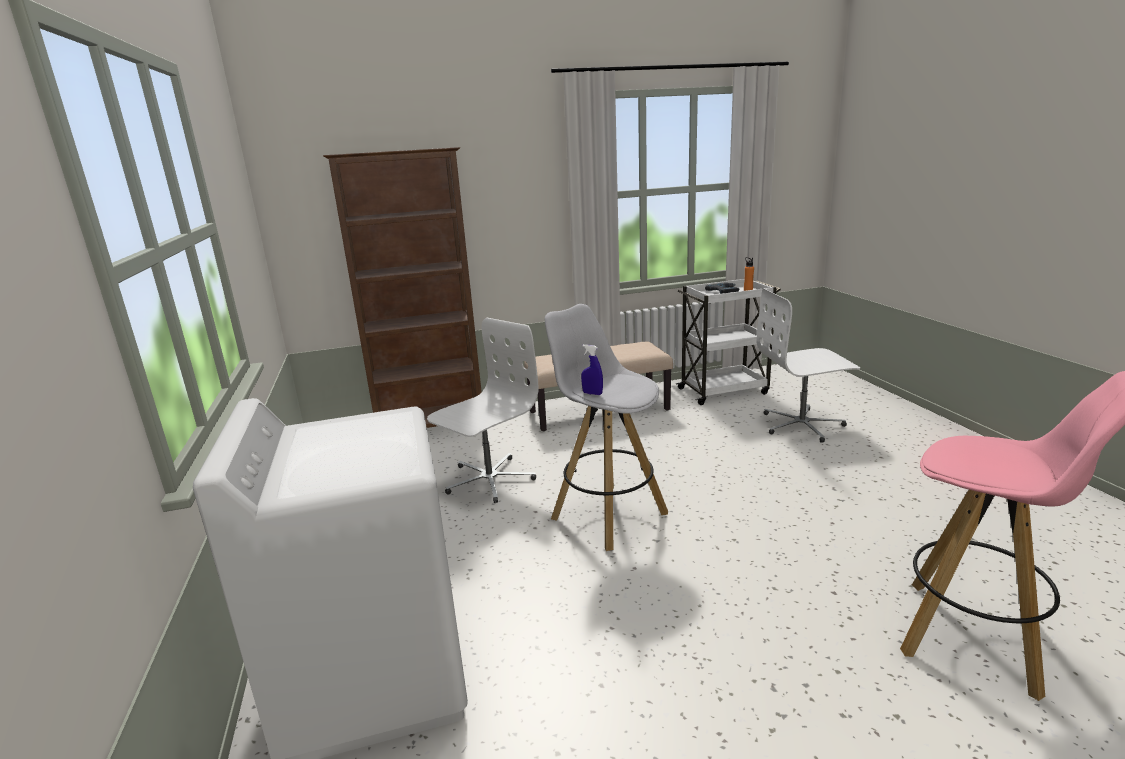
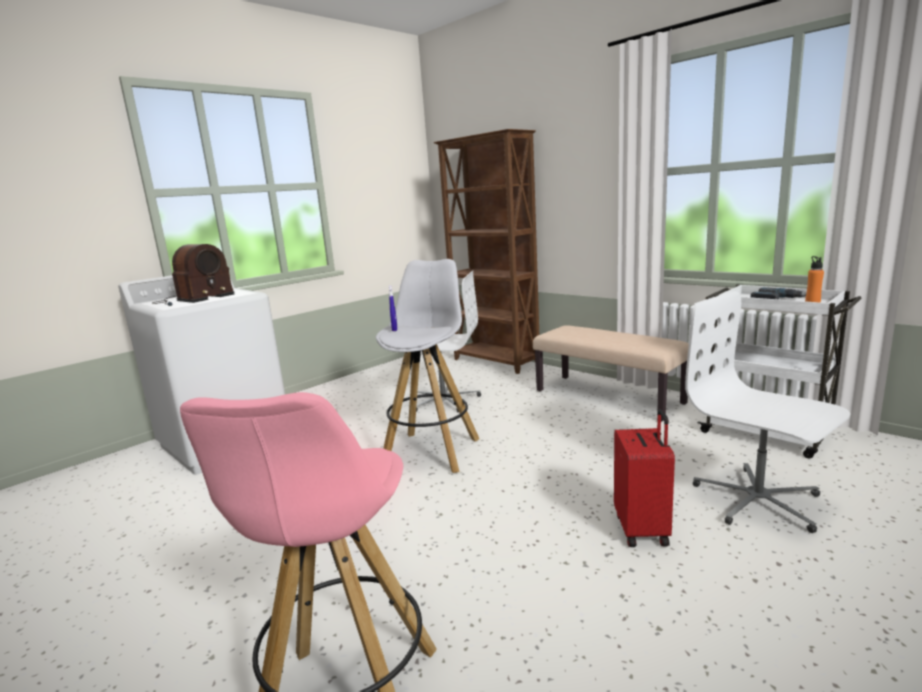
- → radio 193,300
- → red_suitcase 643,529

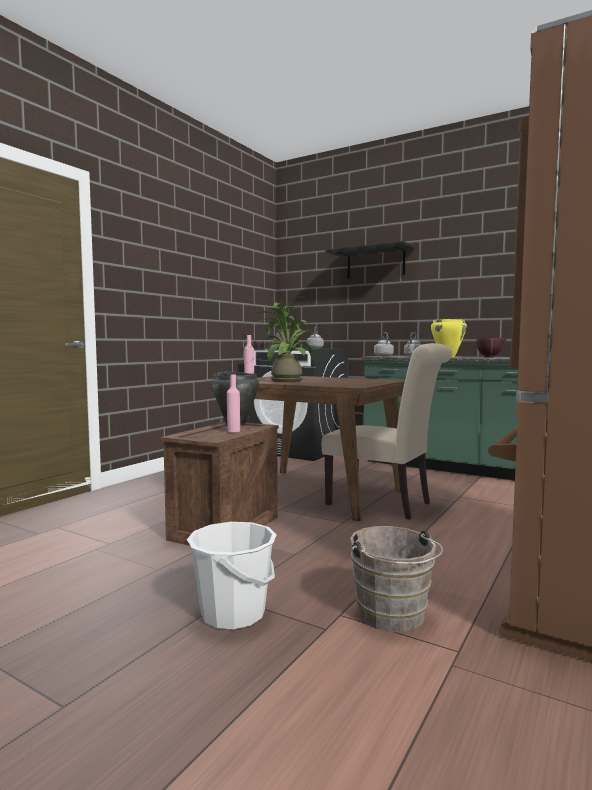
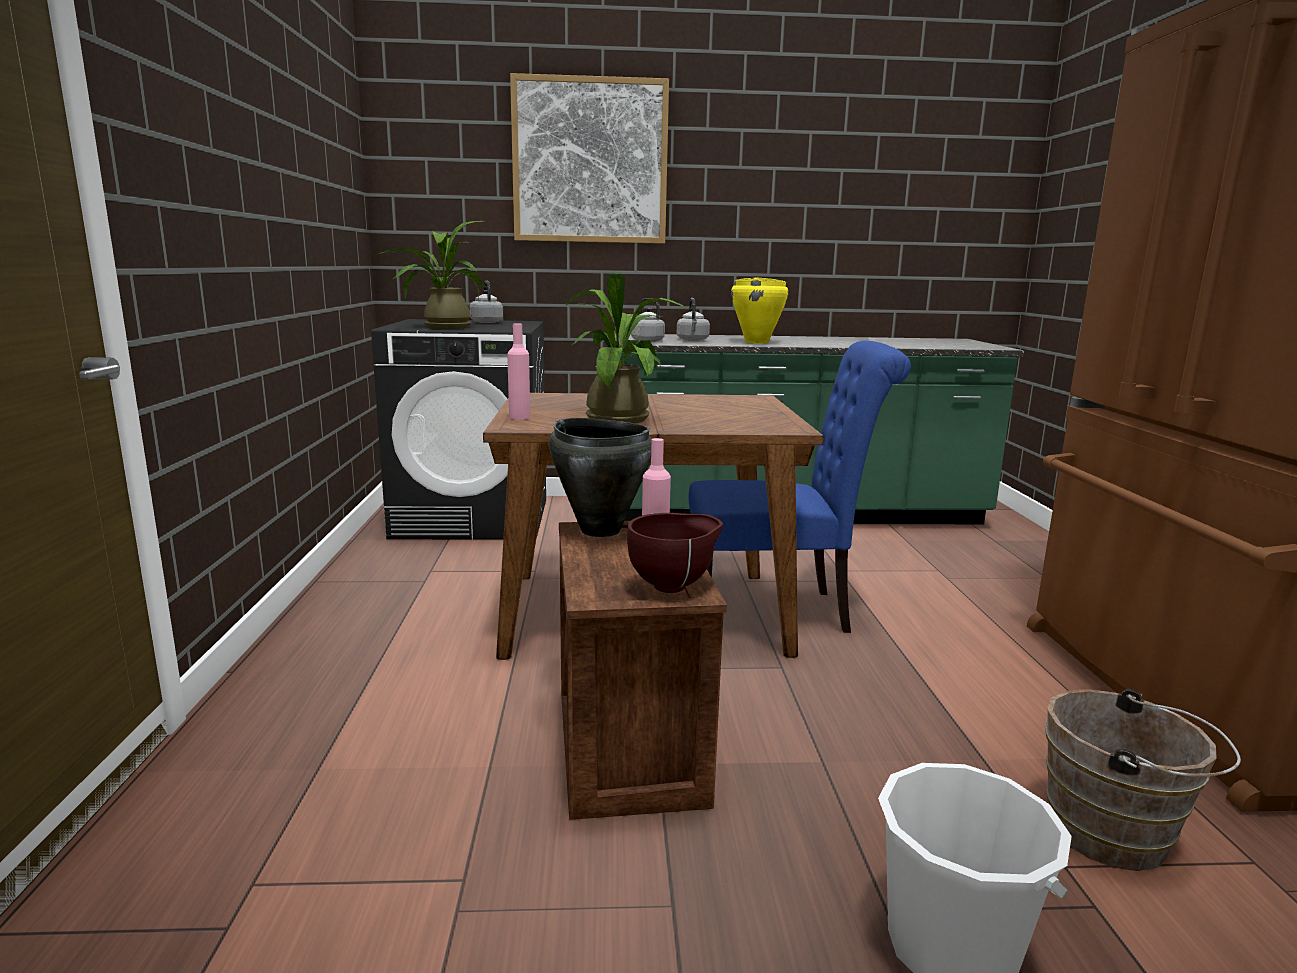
black_shelf 375,263 → picture 590,161
brown_bowl 491,357 → brown_bowl 674,586, shifted
beige_chair 385,504 → blue_chair 778,611

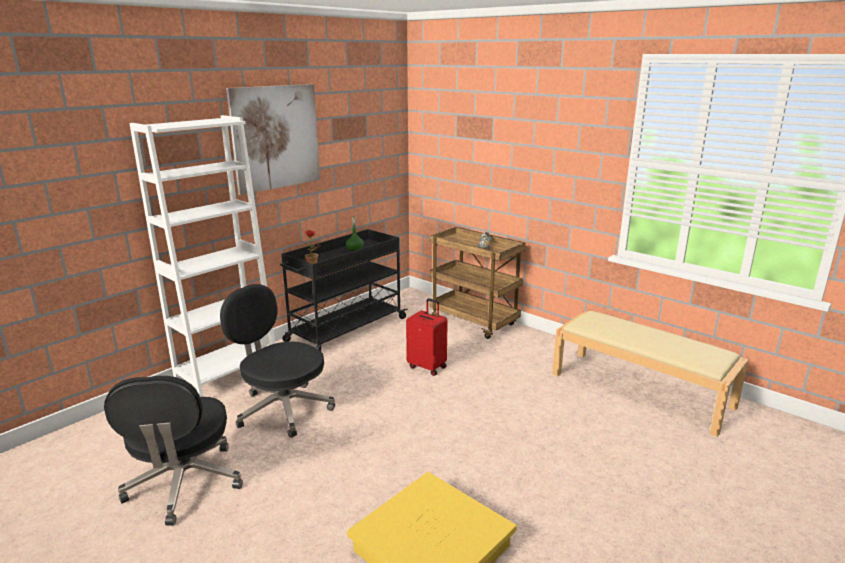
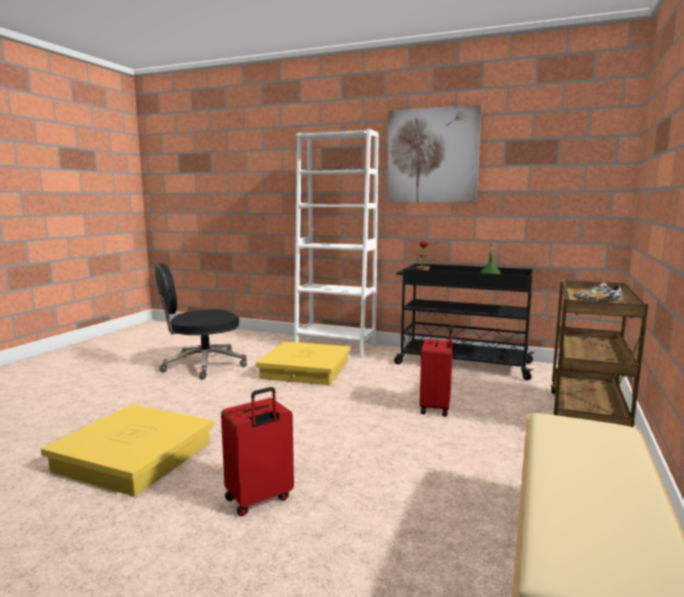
- → red_suitcase 259,499
black_office_chair 282,409 → yellow_storage_box 306,369

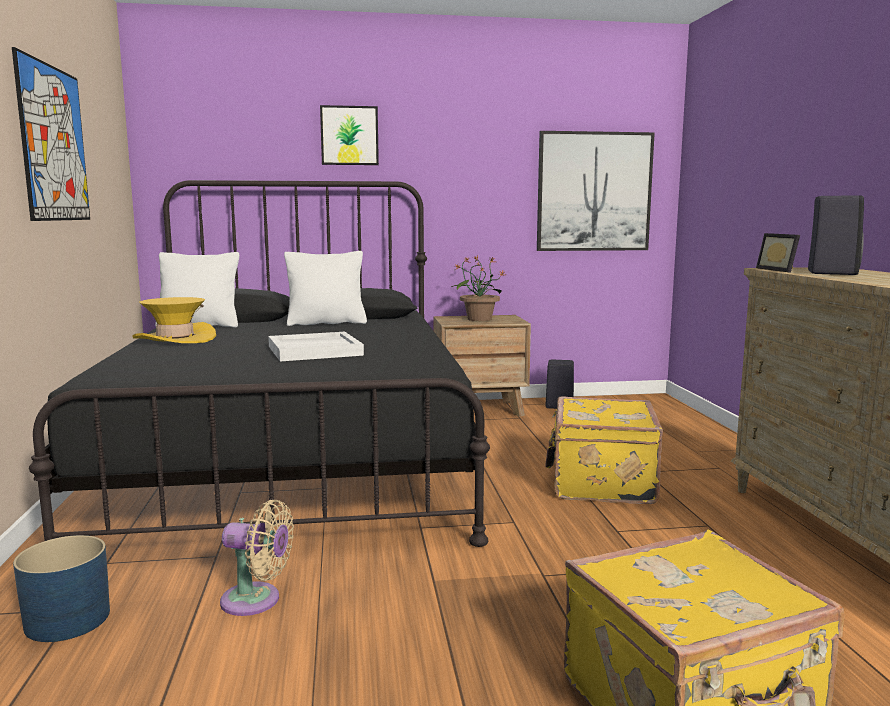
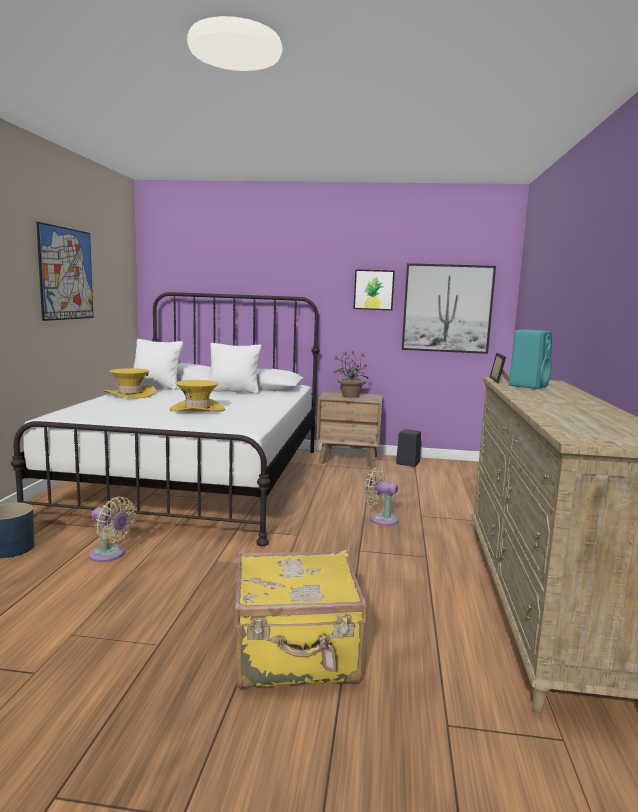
black_bed 293,463 → white_bed 197,480
white_tray 315,350 → yellow_hat 197,409
picture 349,136 → picture 374,290, shifted
yellow_suitcase 600,483 → beige_fan 381,519
black_speaker 831,272 → turquoise_speaker 528,385

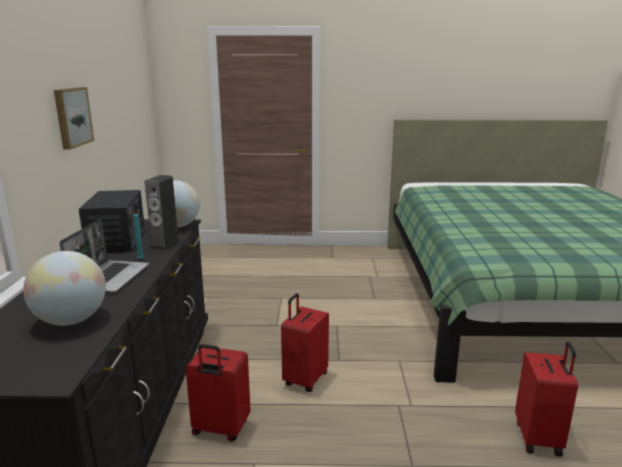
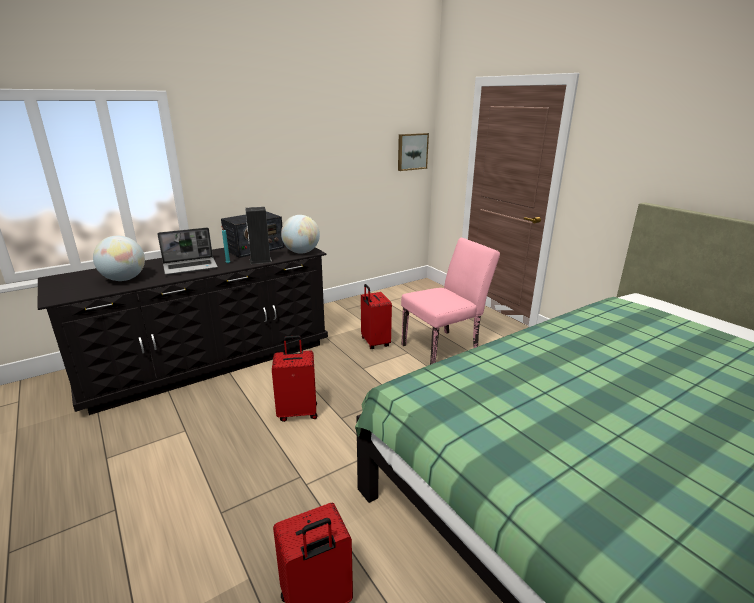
red_suitcase 220,429 → red_suitcase 374,343, shifted
picture 72,117 → picture 412,151, shifted
- → pink_chair 444,347

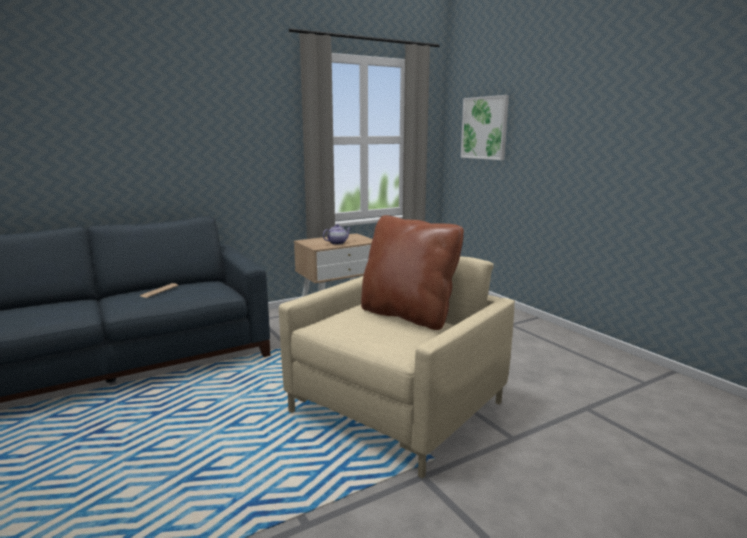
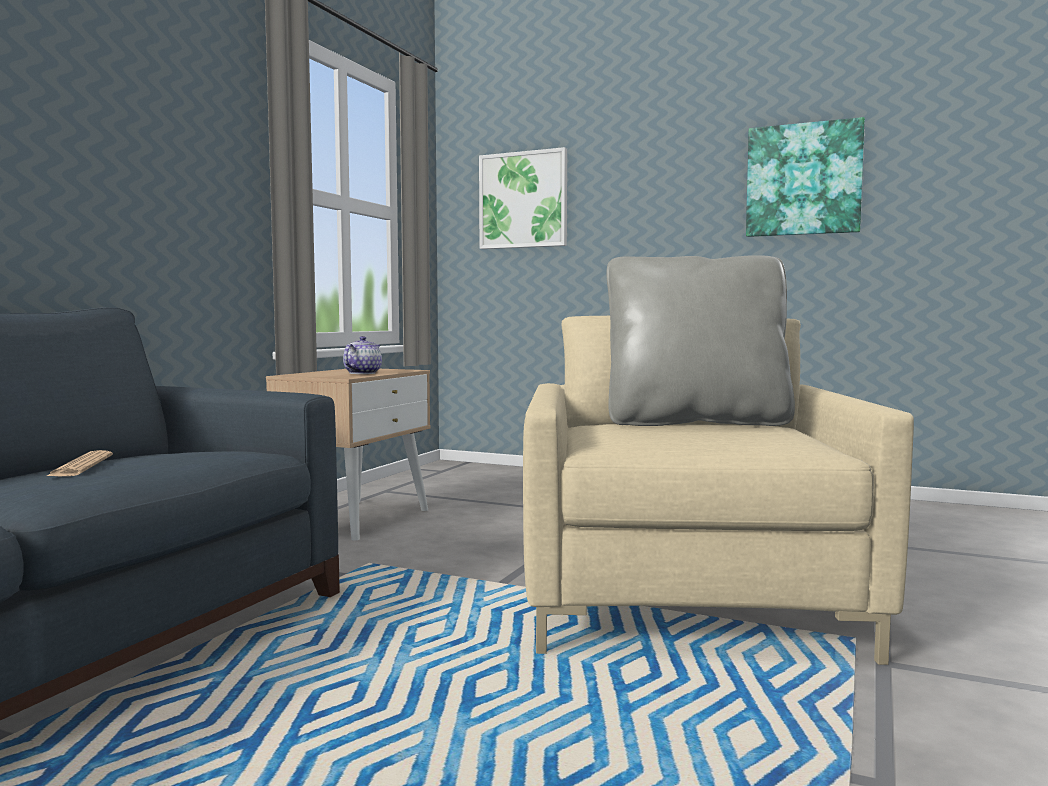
brown_pillow 408,315 → grey_pillow 695,422
- → picture 803,180

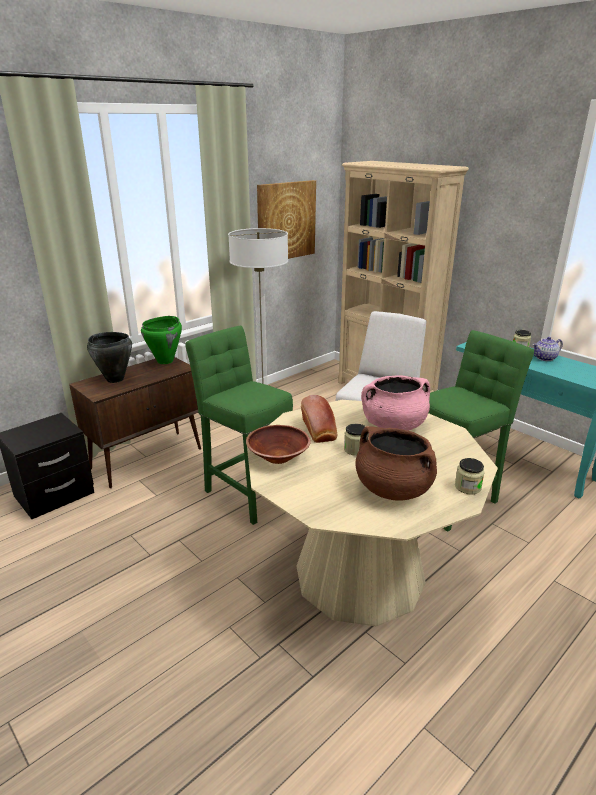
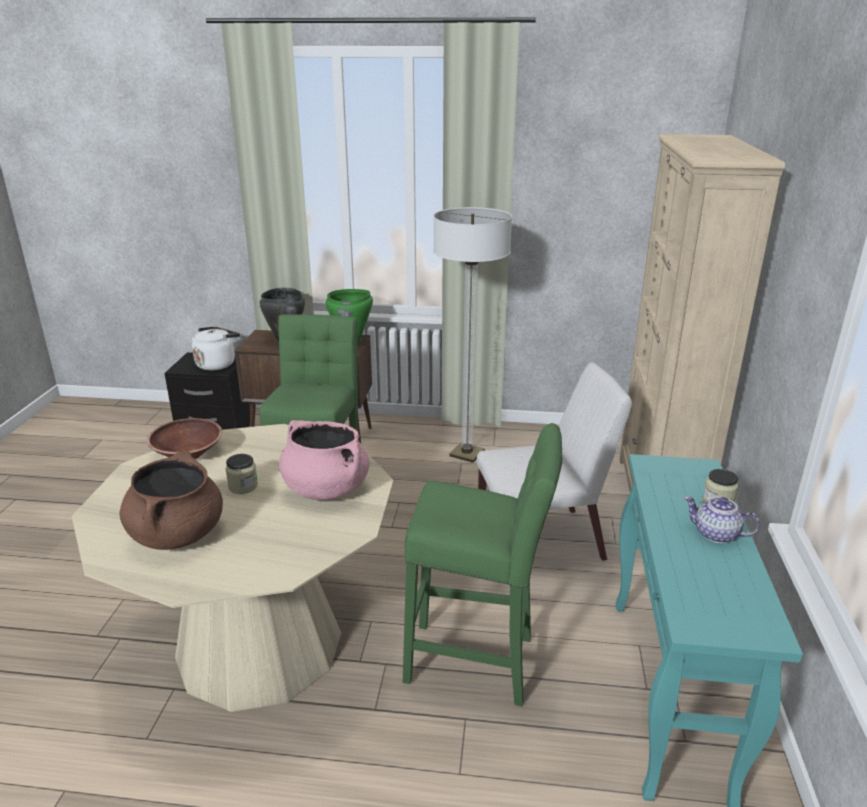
- → white_kettle 217,364
picture 286,221 → -
bread 319,430 → -
jar 467,487 → -

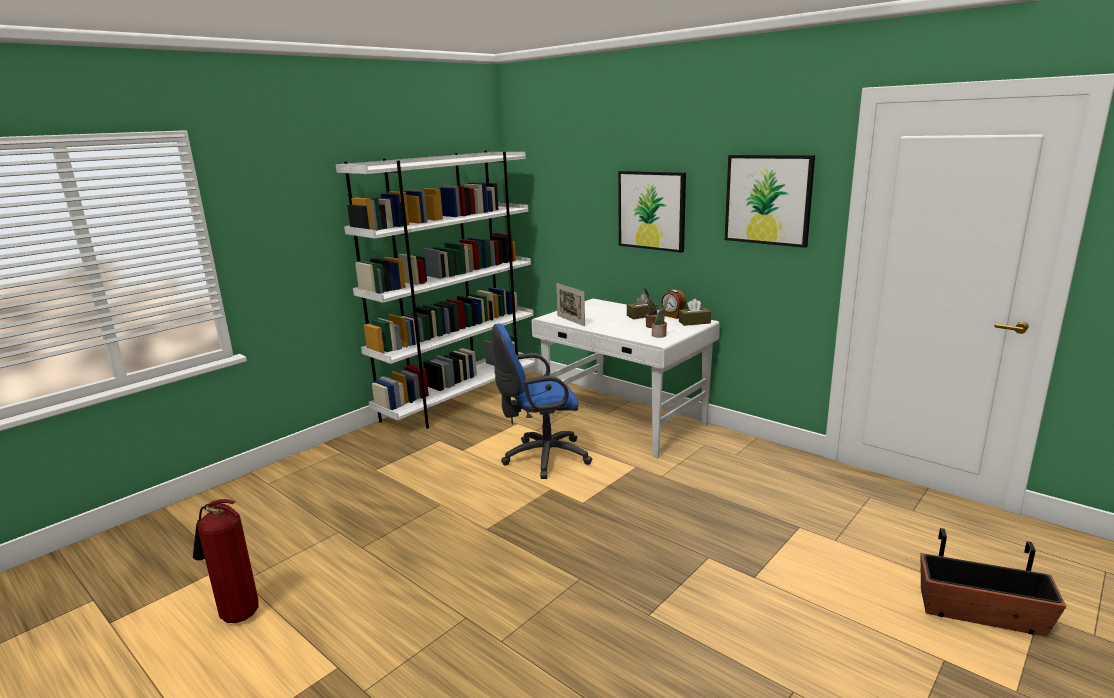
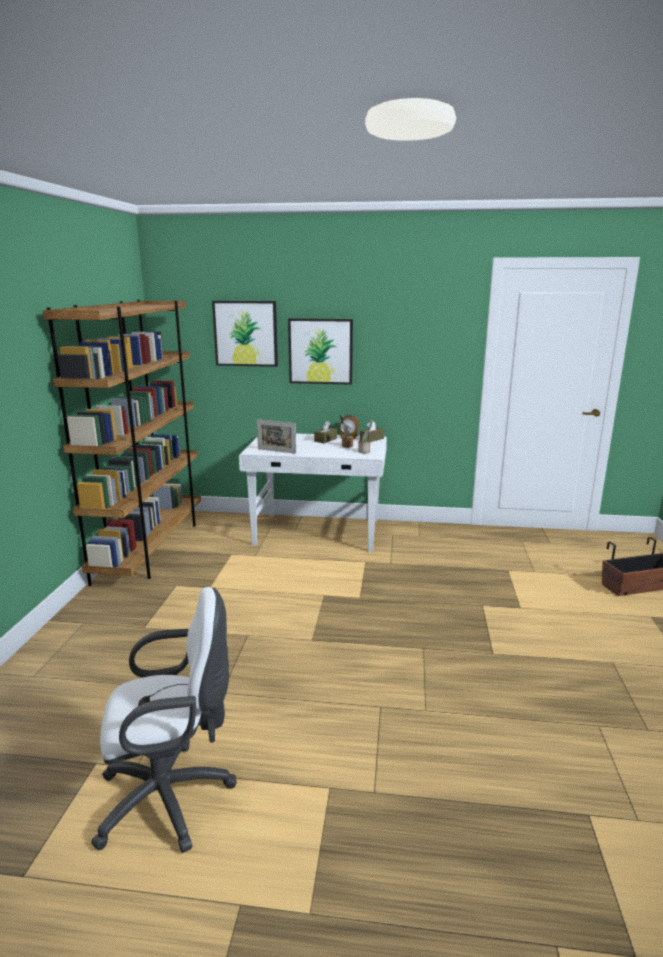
white_bookcase 460,400 → brown_bookcase 151,548
fire_extinguisher 236,615 → white_office_chair 172,797
picture 768,199 → picture 246,333, shifted
blue_office_chair 541,458 → -

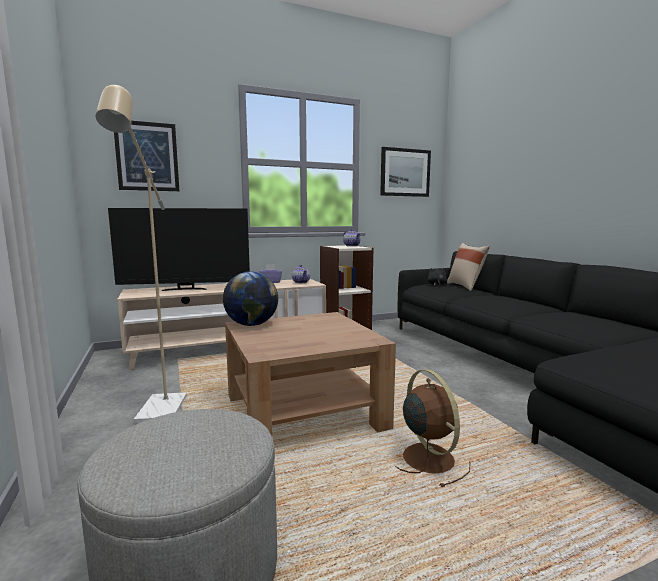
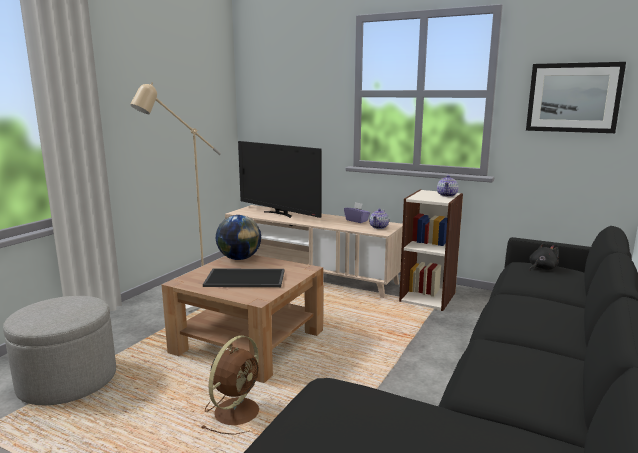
- → tray 246,278
picture 147,157 → -
beige_pillow 465,287 → -

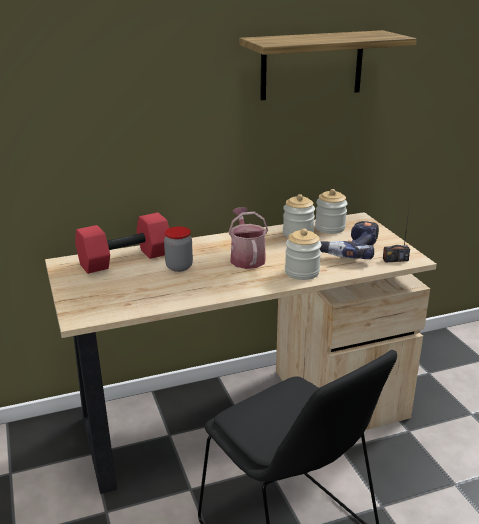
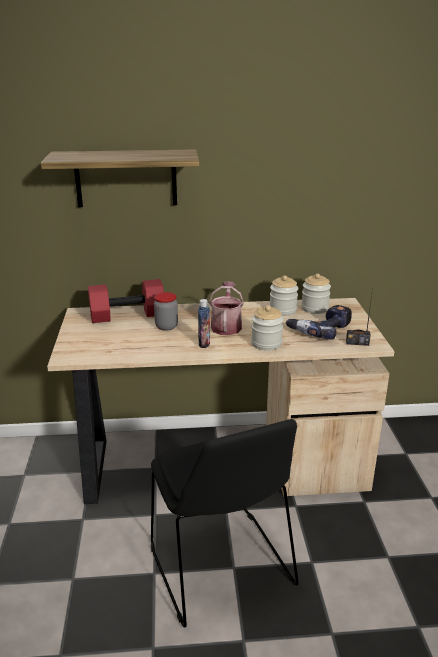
shelf 312,65 → shelf 126,178, shifted
- → bottle 204,344

